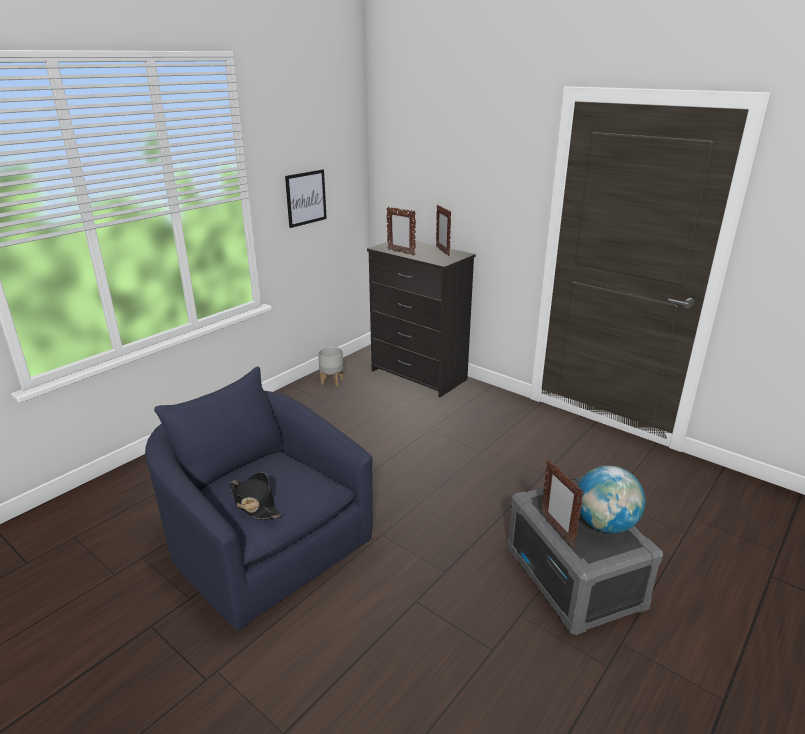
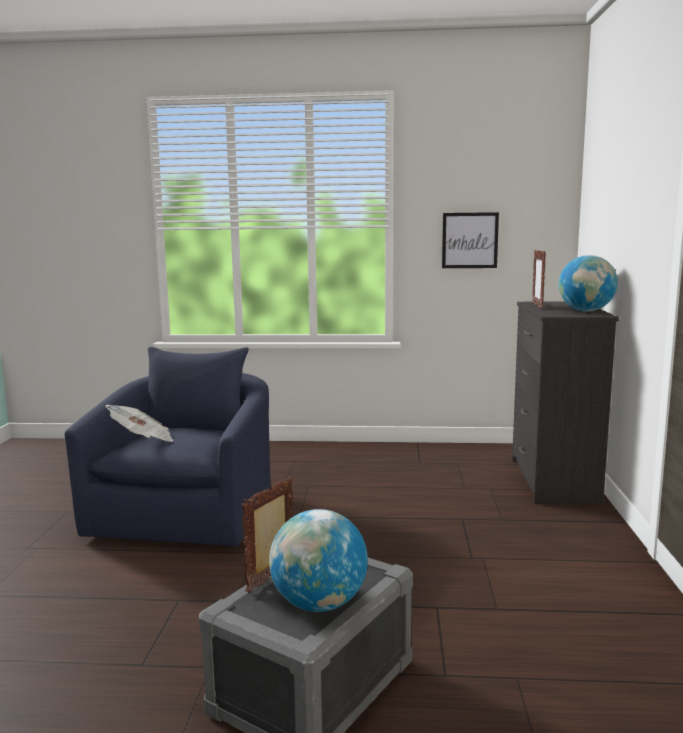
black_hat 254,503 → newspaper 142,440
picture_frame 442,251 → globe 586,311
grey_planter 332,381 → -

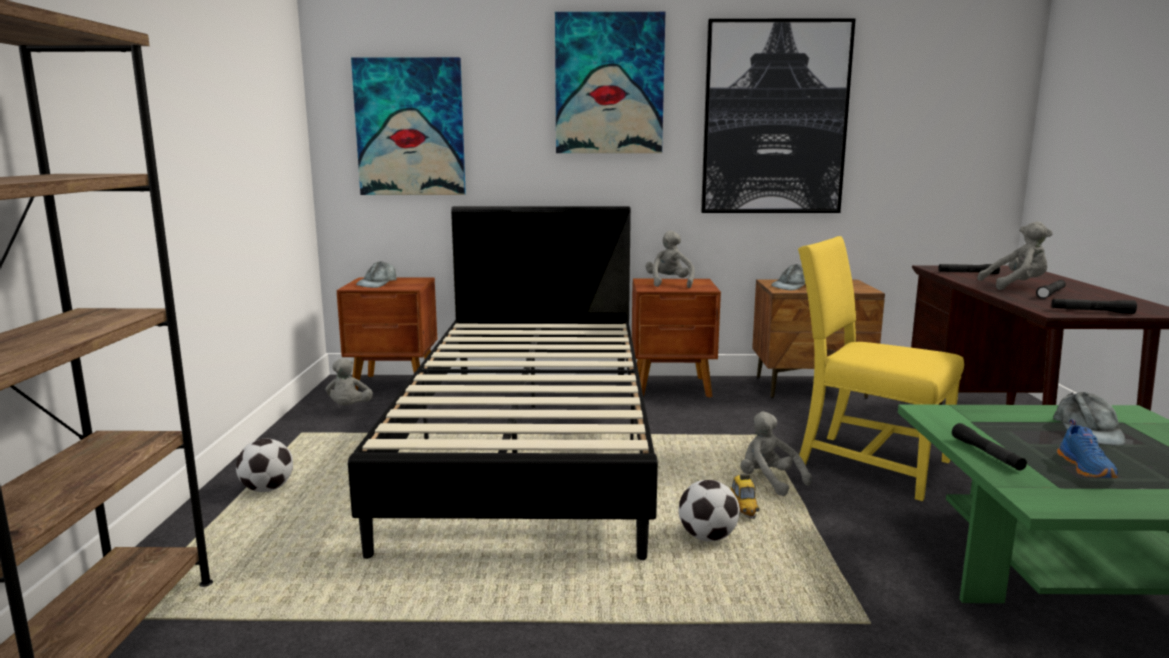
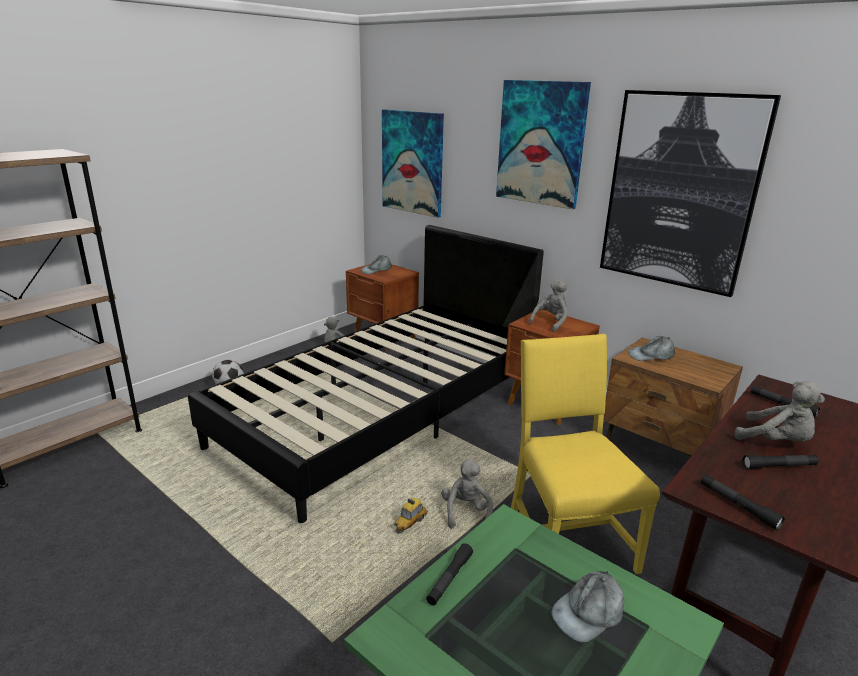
football 707,537 → -
blue_shoe 1087,468 → -

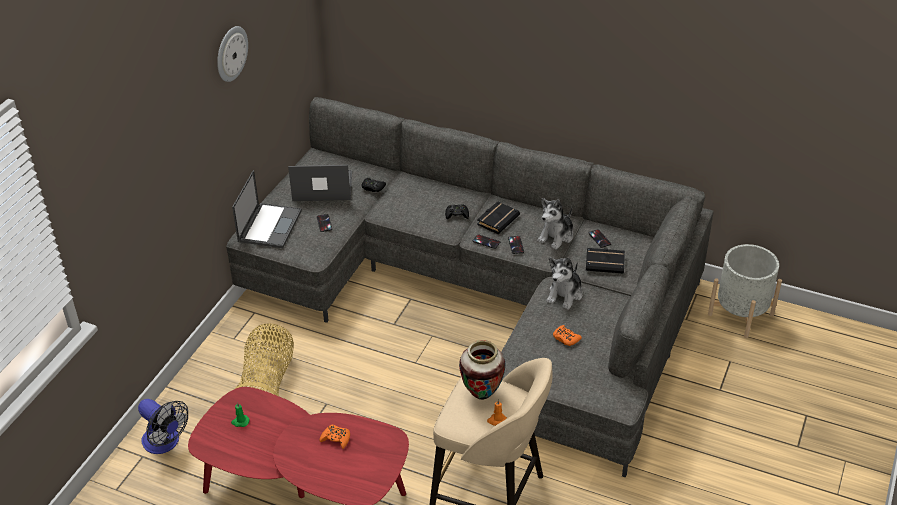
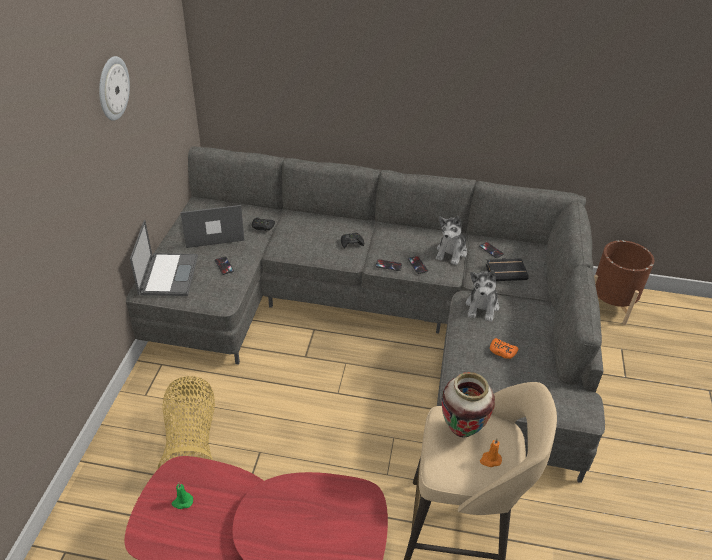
grey_planter 740,314 → brown_planter 610,304
fan 165,443 → -
orange_game_controller 336,439 → -
black_book 497,219 → -

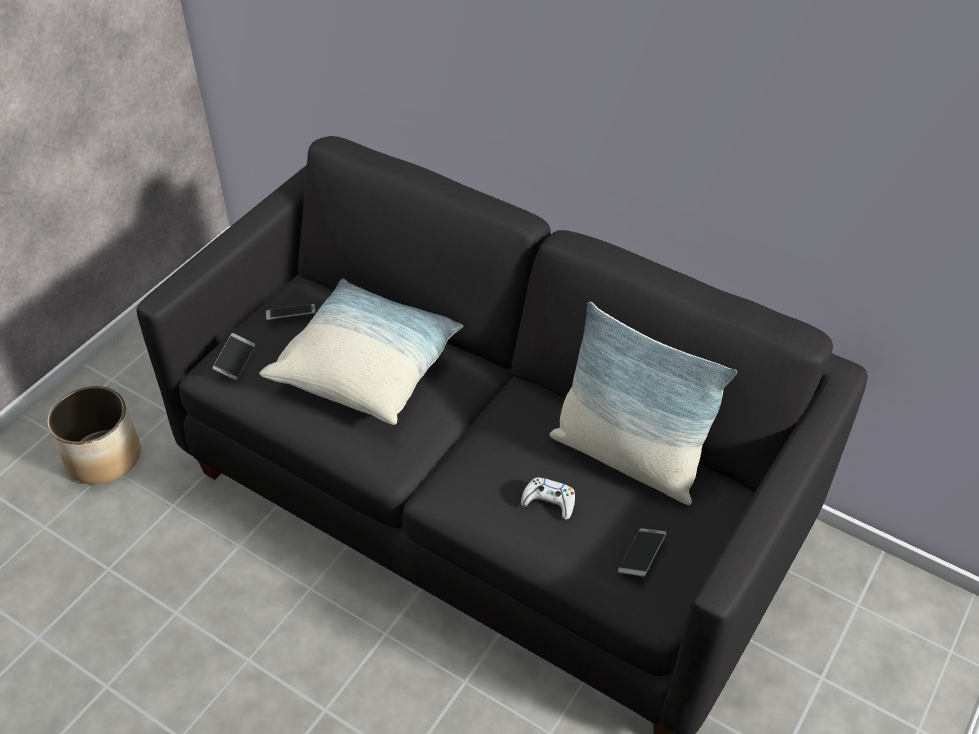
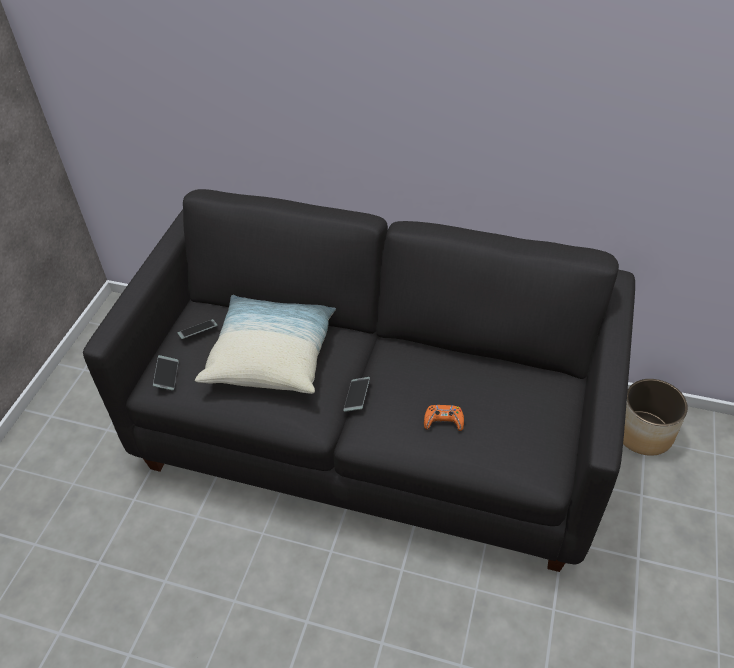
phone 641,555 → phone 357,397, shifted
white_game_controller 549,502 → orange_game_controller 443,421
planter 104,457 → planter 643,433, shifted
pillow 627,457 → -

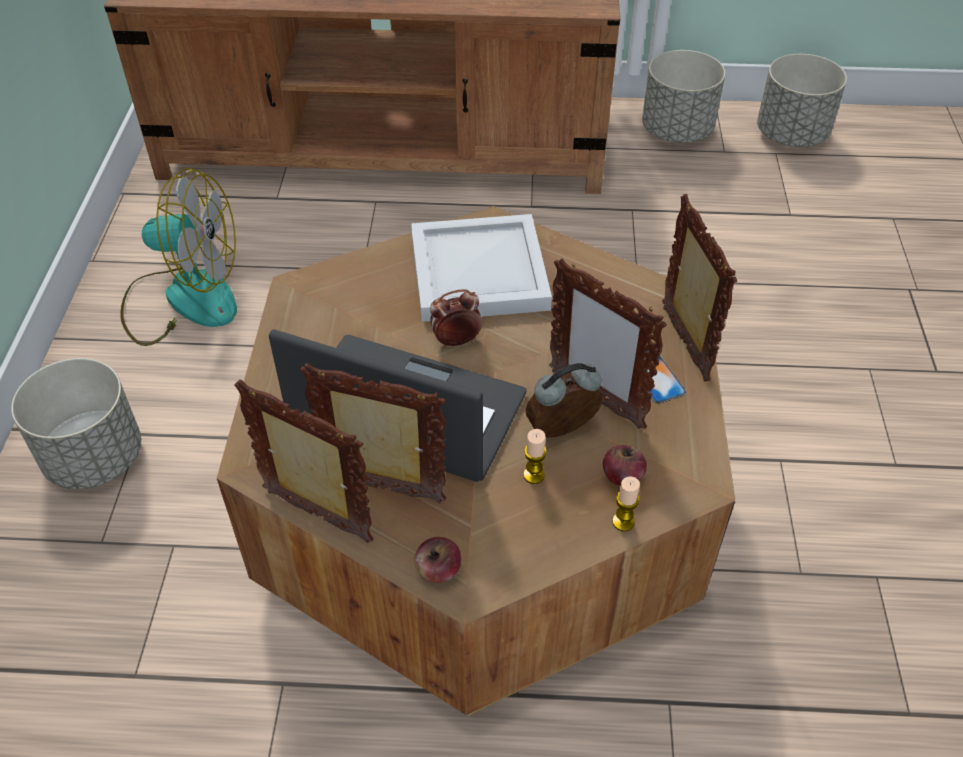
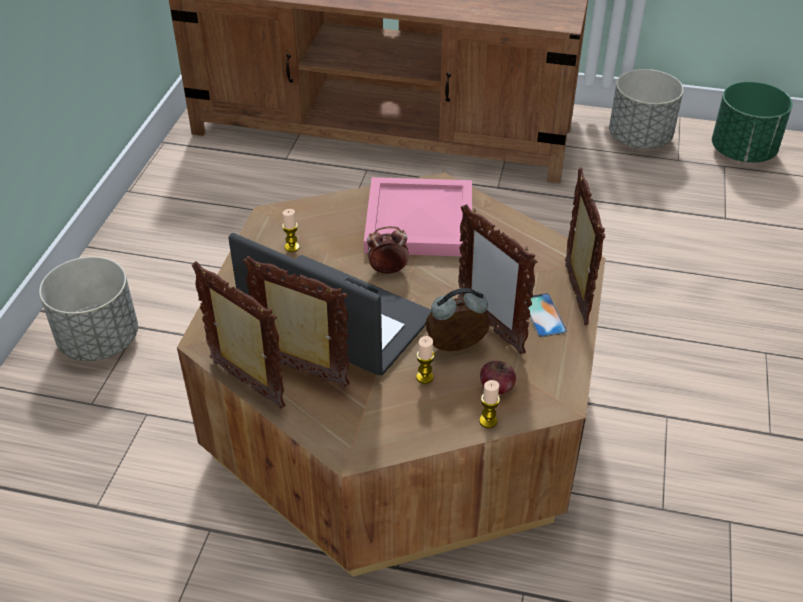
- → candle 292,247
white_tray 477,274 → pink_tray 417,222
grey_planter 792,135 → green_planter 743,152
fan 183,299 → -
apple 438,571 → -

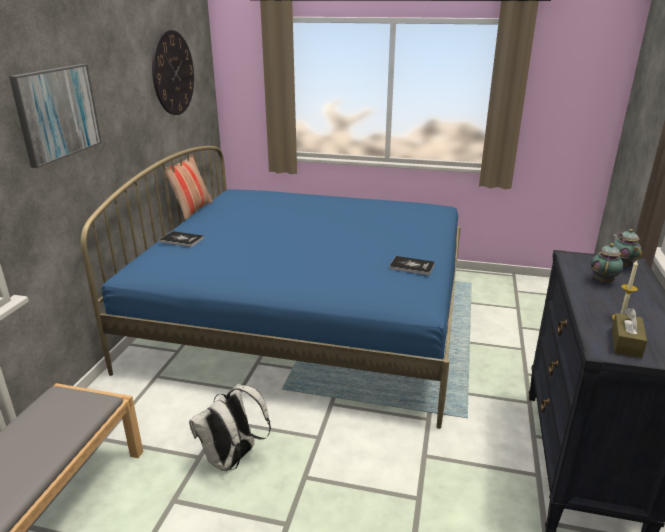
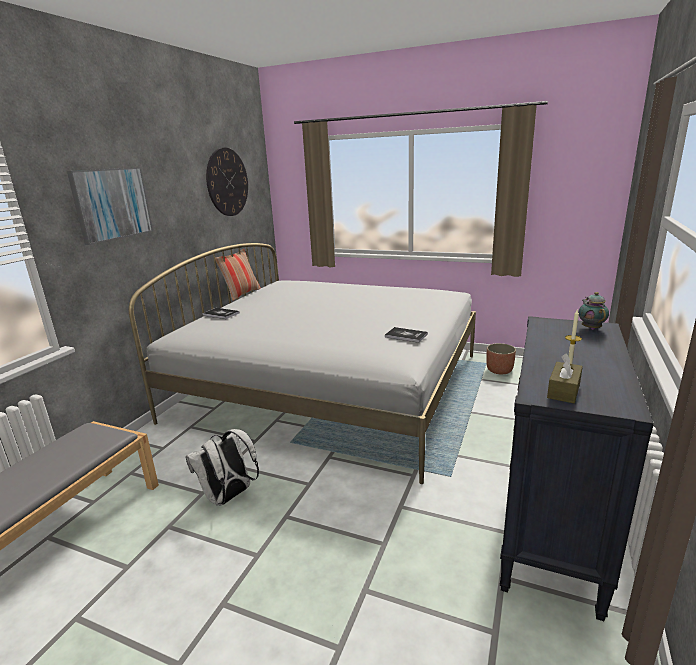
blue_bed 307,317 → white_bed 330,386
- → planter 499,370
teapot 603,281 → -

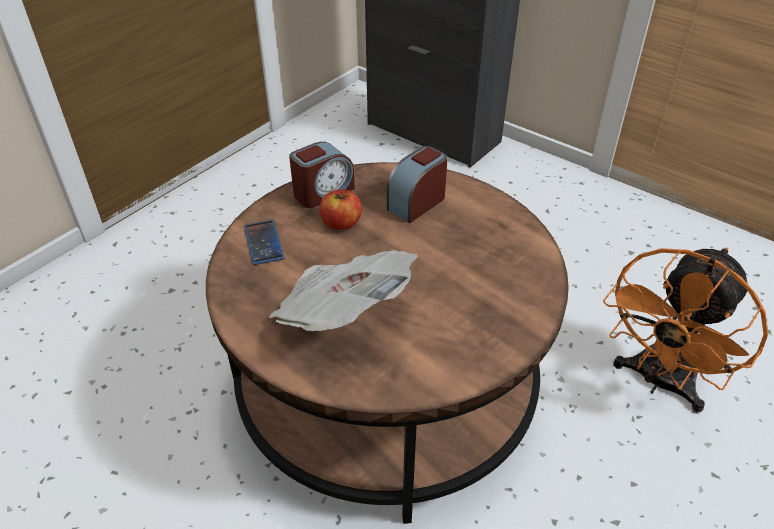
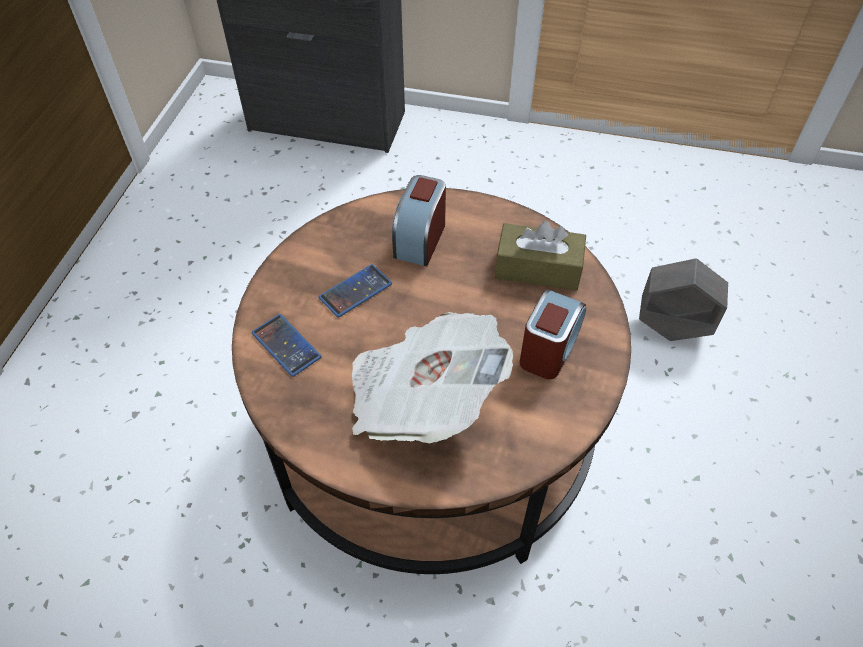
apple 341,223 → phone 355,291
- → brown_tissue_box 538,268
alarm_clock 323,192 → alarm_clock 549,348, shifted
orange_fan 658,382 → grey_planter 671,328

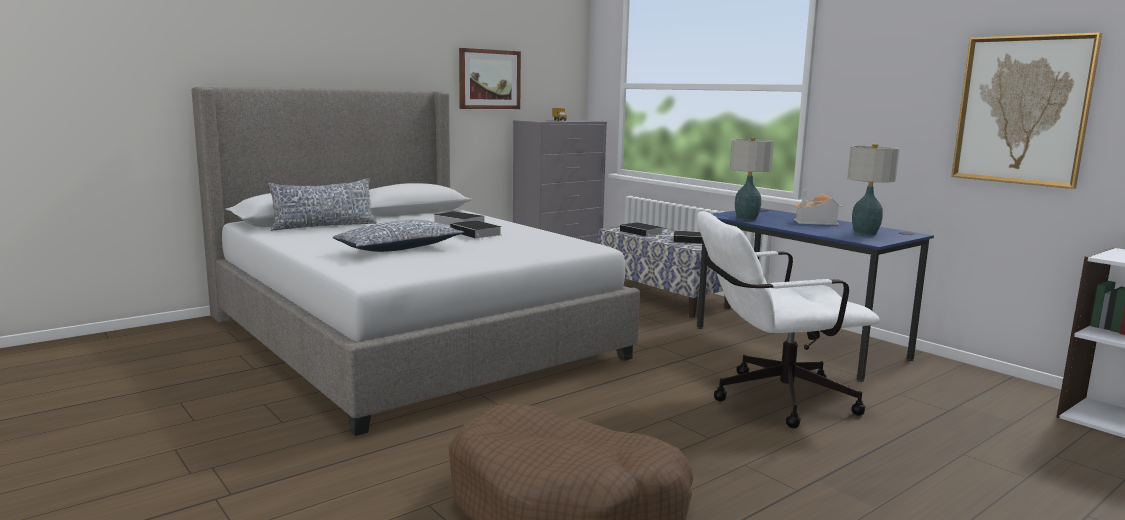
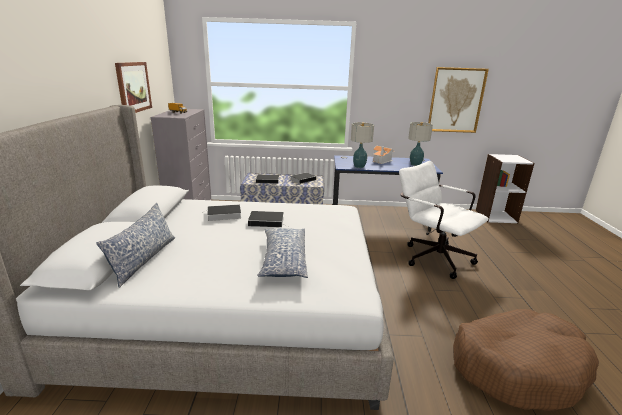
white_office_chair 771,399 → white_office_chair 432,256, 105 degrees clockwise

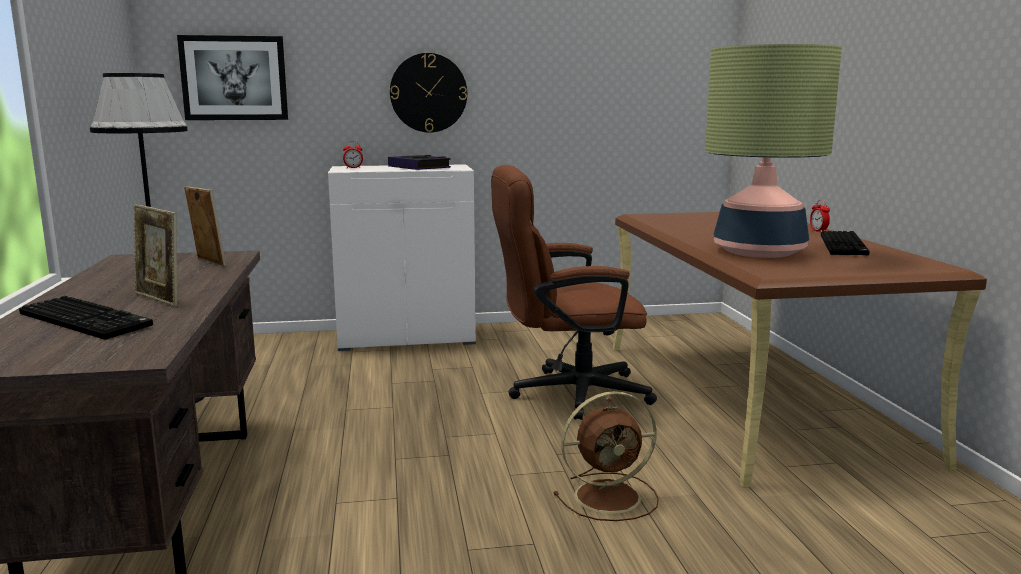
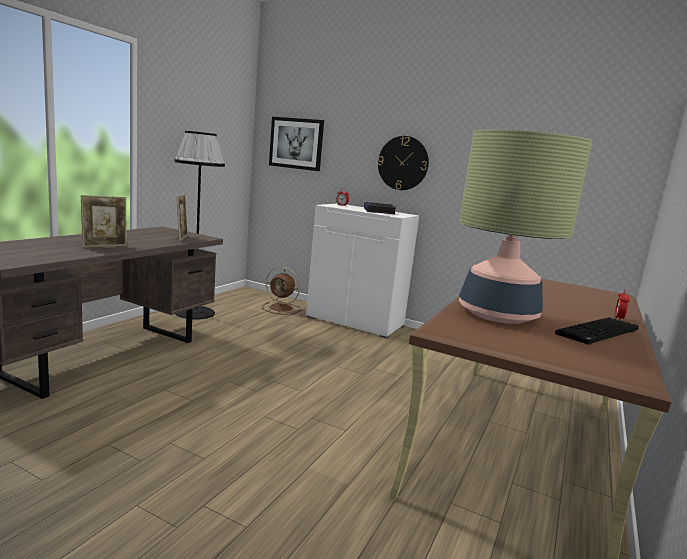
picture_frame 159,299 → picture_frame 105,246, 120 degrees counterclockwise
brown_fan 610,496 → brown_fan 282,308, shifted
keyboard 88,320 → -
brown_office_chair 566,393 → -

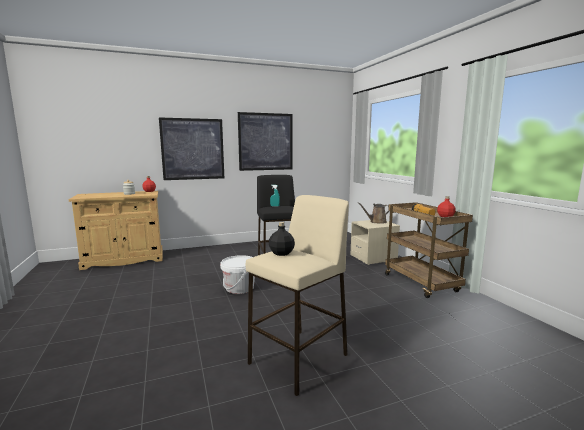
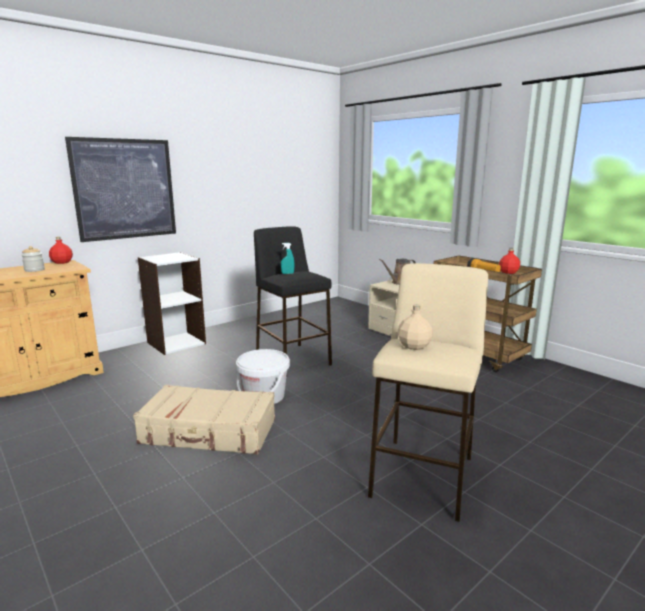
- → beige_suitcase 209,432
- → white_bookcase 176,343
black_bottle 282,253 → beige_bottle 414,346
picture 265,142 → -

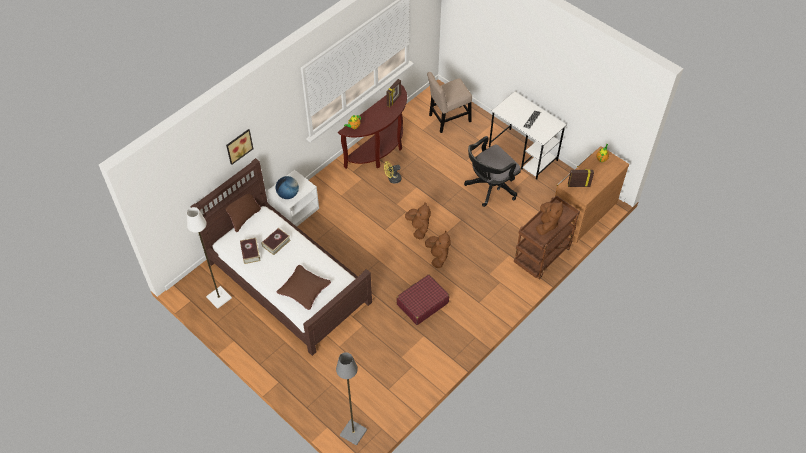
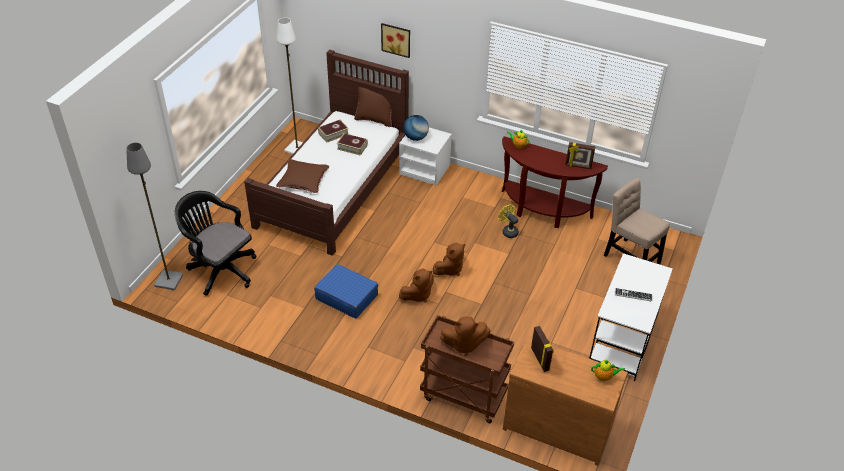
black_office_chair 489,188 → black_office_chair 220,269, shifted
red_suitcase 422,303 → blue_suitcase 346,297

